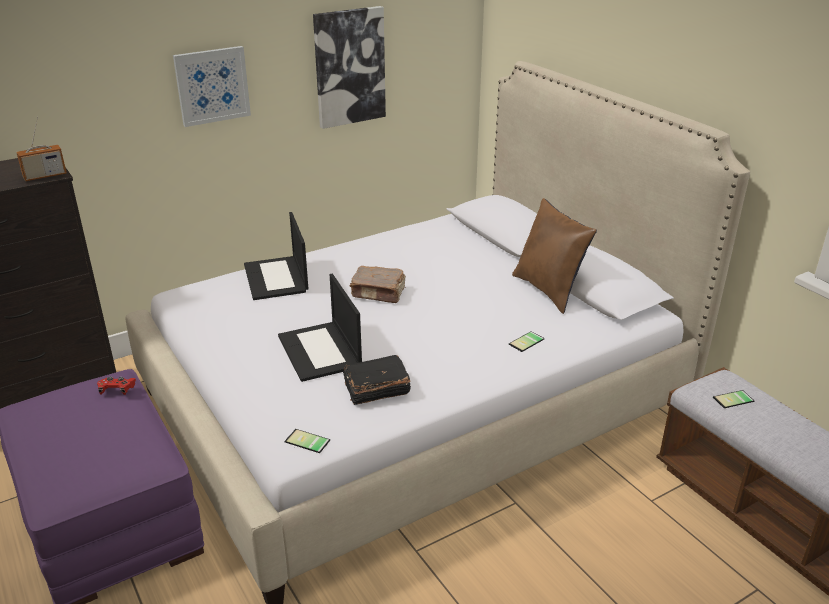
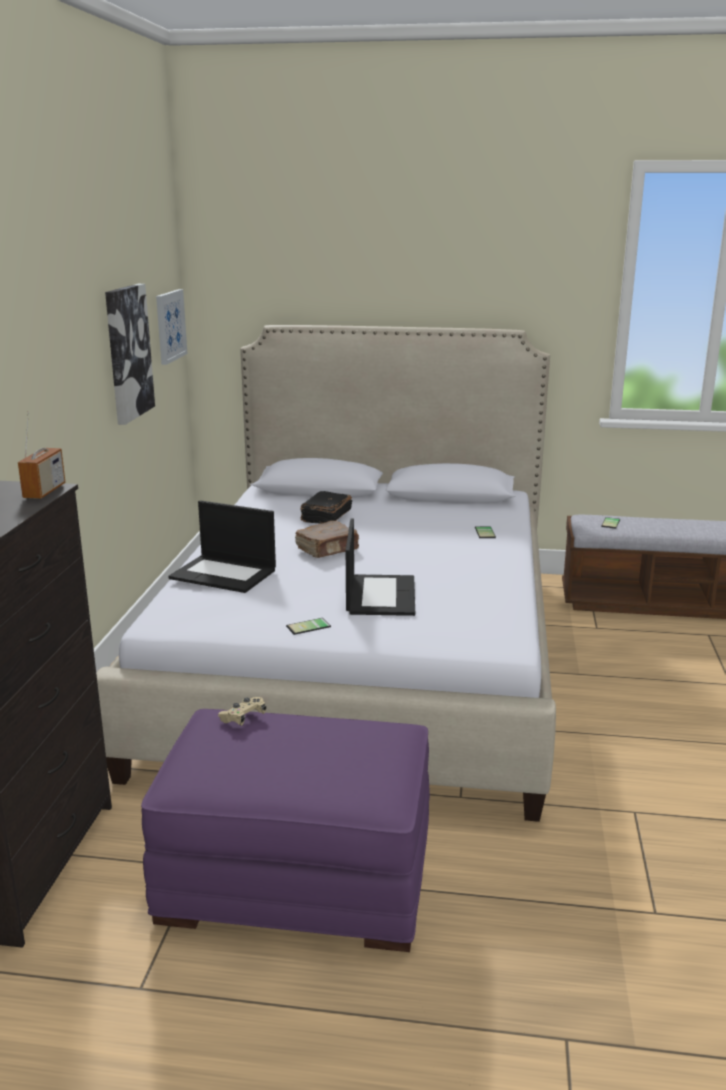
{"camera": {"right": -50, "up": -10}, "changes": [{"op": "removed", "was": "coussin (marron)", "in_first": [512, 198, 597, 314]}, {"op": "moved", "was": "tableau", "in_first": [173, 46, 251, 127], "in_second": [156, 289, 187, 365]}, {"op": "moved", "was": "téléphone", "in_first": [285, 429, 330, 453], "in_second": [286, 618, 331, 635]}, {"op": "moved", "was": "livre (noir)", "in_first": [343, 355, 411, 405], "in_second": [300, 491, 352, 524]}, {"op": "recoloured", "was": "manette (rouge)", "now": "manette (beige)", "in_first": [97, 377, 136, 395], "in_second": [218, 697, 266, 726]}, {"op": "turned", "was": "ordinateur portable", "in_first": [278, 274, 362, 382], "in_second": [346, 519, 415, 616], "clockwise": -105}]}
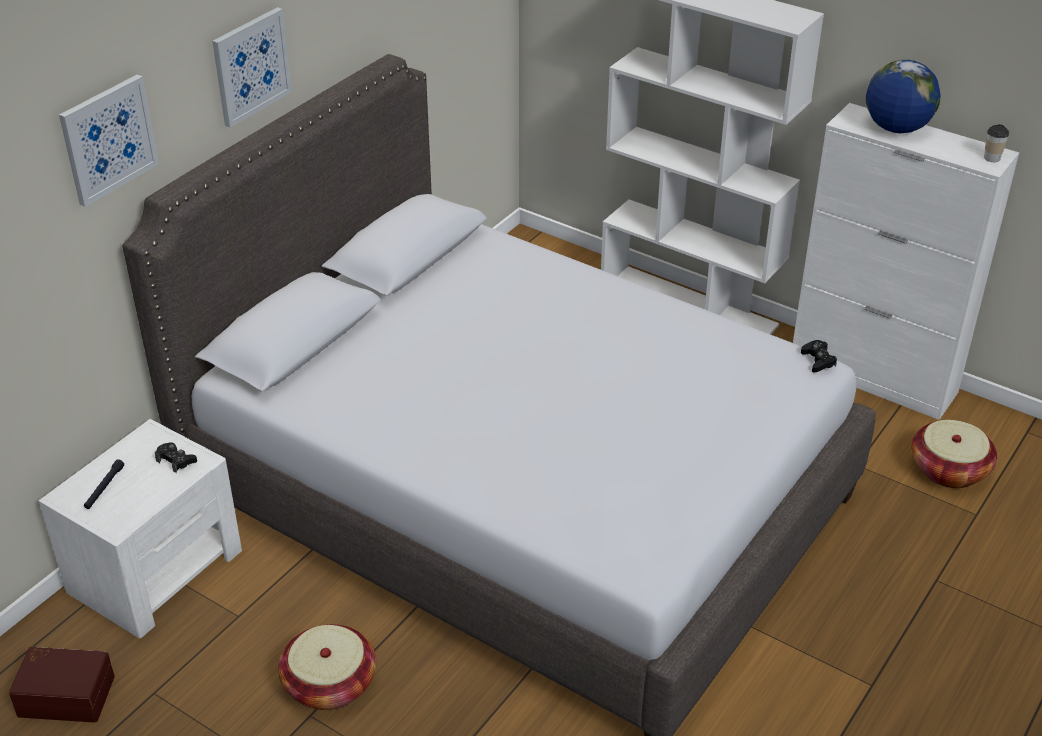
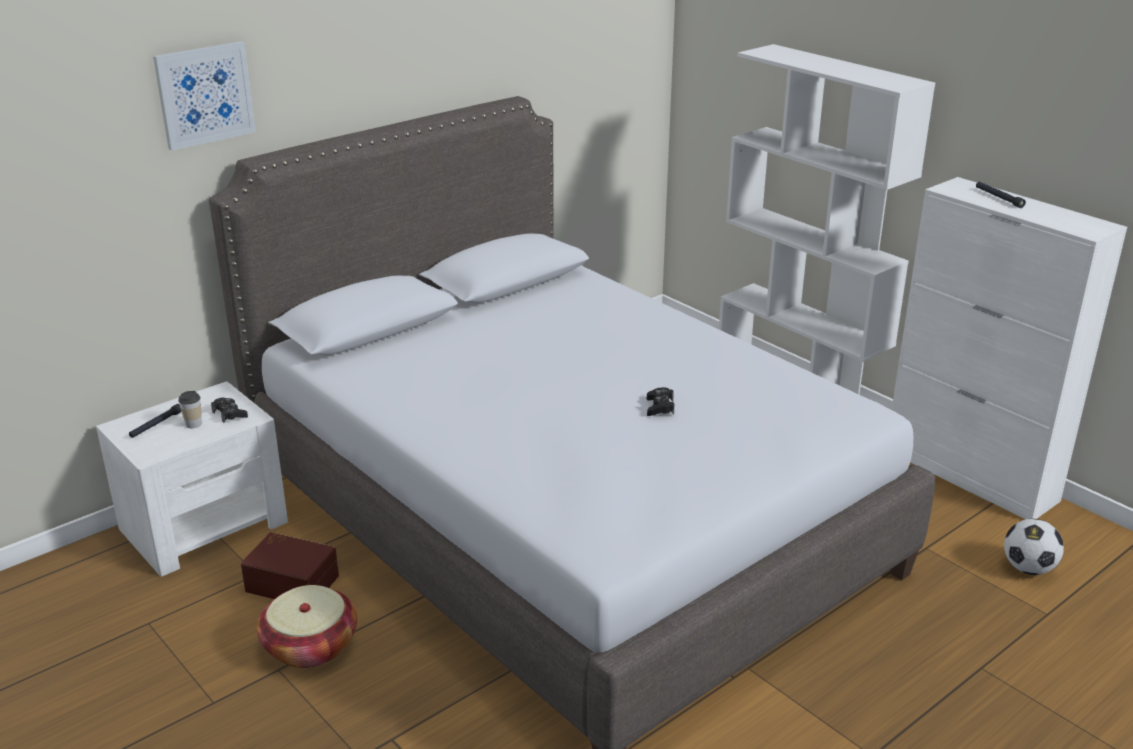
{"camera": {"right": 15, "up": -10}, "changes": [{"op": "removed", "was": "tableau", "in_first": [212, 7, 292, 128]}, {"op": "moved", "was": "boîte de rangement (marron)", "in_first": [9, 647, 115, 723], "in_second": [241, 532, 339, 599]}, {"op": "moved", "was": "manette (noir)", "in_first": [801, 340, 837, 372], "in_second": [647, 387, 674, 416]}, {"op": "moved", "was": "tasse", "in_first": [984, 124, 1009, 162], "in_second": [178, 391, 202, 428]}, {"op": "replaced", "was": "globe", "now": "lampe de poche (noir)", "in_first": [866, 60, 941, 133], "in_second": [976, 182, 1026, 208]}, {"op": "replaced", "was": "panier", "now": "ballon de foot", "in_first": [912, 420, 997, 488], "in_second": [1004, 519, 1064, 575]}]}
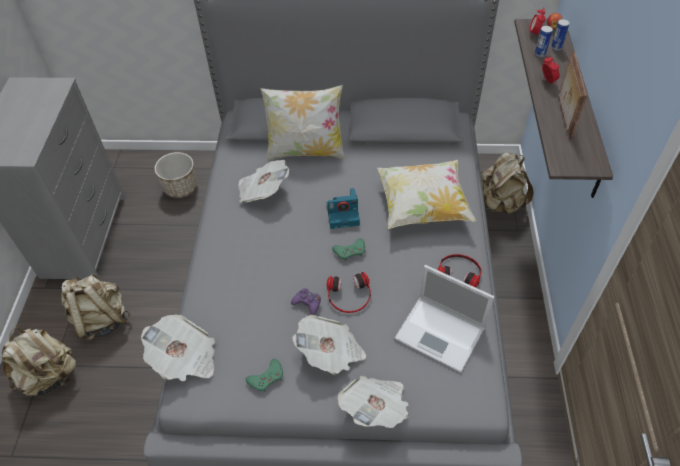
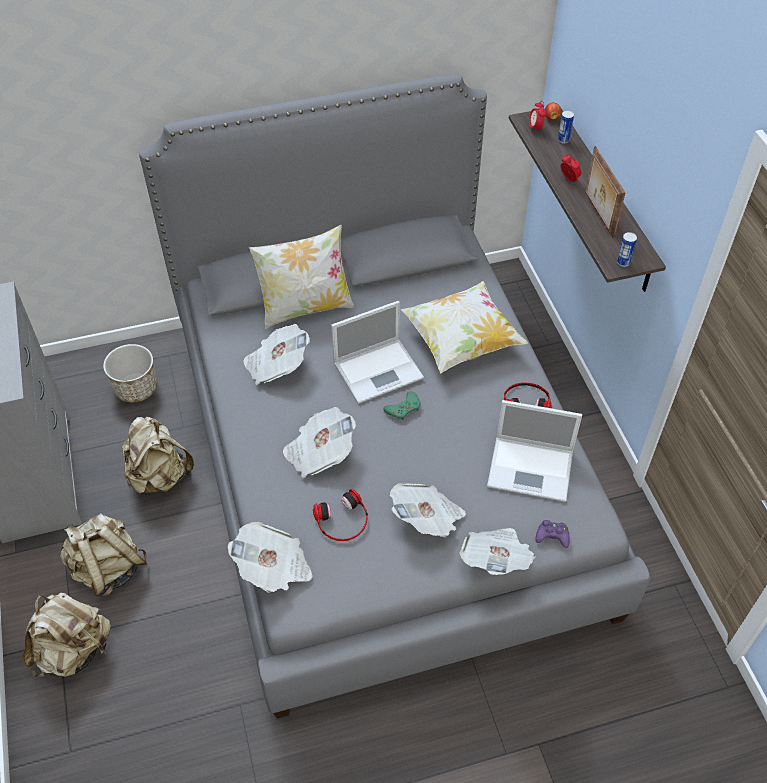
{"camera": {"right": -20, "up": 0}, "changes": [{"op": "removed", "was": "manette (vert)", "in_first": [246, 359, 283, 392]}, {"op": "added", "now": "journal", "in_second": [283, 407, 356, 478]}, {"op": "moved", "was": "manette (violet)", "in_first": [291, 288, 321, 315], "in_second": [535, 520, 570, 548]}, {"op": "moved", "was": "casque audio", "in_first": [326, 272, 371, 313], "in_second": [313, 489, 368, 541]}, {"op": "moved", "was": "sac à dos (beige)", "in_first": [482, 152, 534, 214], "in_second": [122, 416, 194, 493]}, {"op": "moved", "was": "boîte métallique", "in_first": [535, 26, 553, 57], "in_second": [617, 232, 637, 267]}, {"op": "replaced", "was": "appareil photo", "now": "ordinateur portable", "in_first": [327, 188, 360, 229], "in_second": [331, 301, 424, 404]}]}
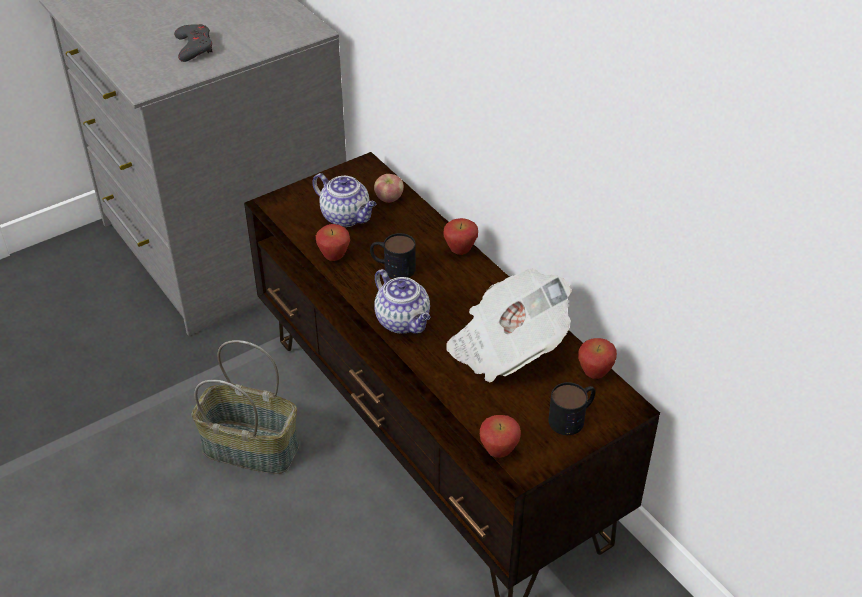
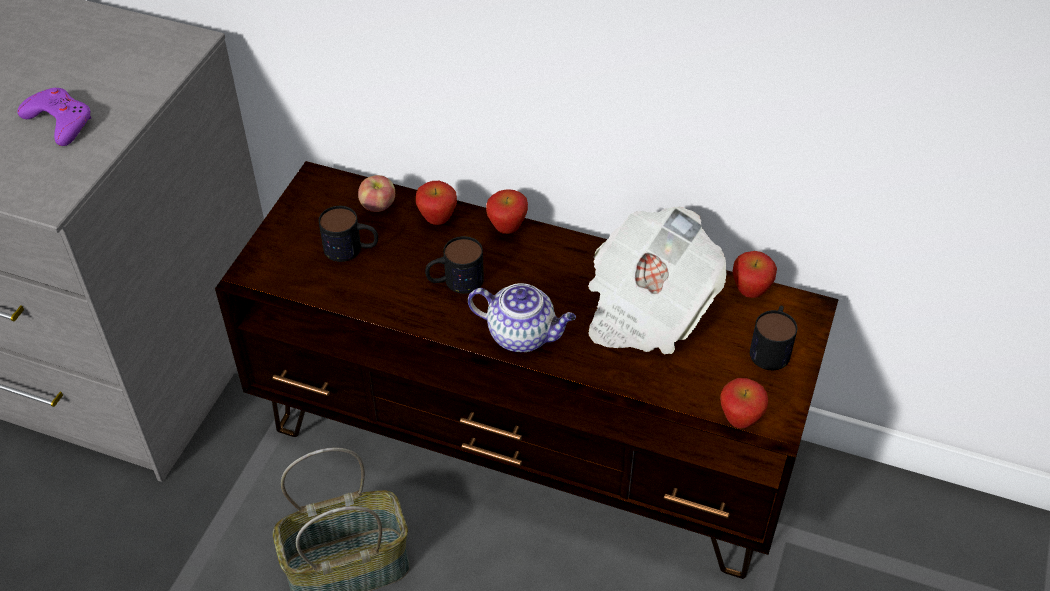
{"camera": {"right": -35, "up": 5}, "changes": [{"op": "moved", "was": "pomme", "in_first": [316, 224, 350, 261], "in_second": [416, 181, 457, 225]}, {"op": "replaced", "was": "théière", "now": "mug", "in_first": [312, 173, 377, 227], "in_second": [318, 206, 378, 262]}, {"op": "recoloured", "was": "manette (gris)", "now": "manette (violet)", "in_first": [174, 24, 213, 62], "in_second": [17, 88, 91, 146]}]}
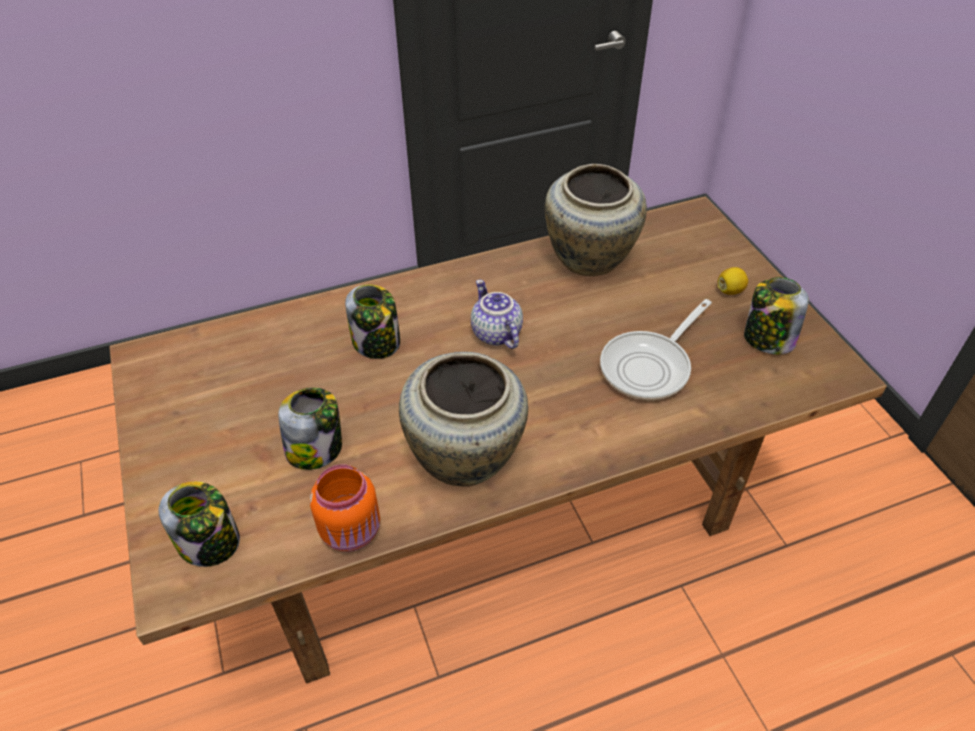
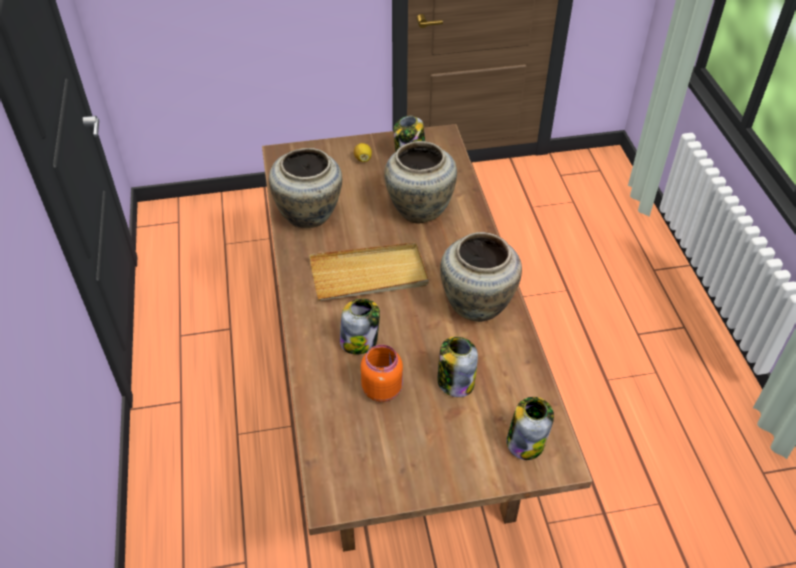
{"camera": {"right": -80, "up": 0}, "changes": [{"op": "moved", "was": "bocal (orange)", "in_first": [310, 464, 380, 552], "in_second": [361, 344, 403, 402]}, {"op": "replaced", "was": "théière", "now": "plateau (beige)", "in_first": [471, 279, 523, 349], "in_second": [309, 242, 429, 300]}, {"op": "replaced", "was": "poêle", "now": "vase (beige)", "in_first": [600, 299, 712, 400], "in_second": [384, 141, 457, 223]}]}
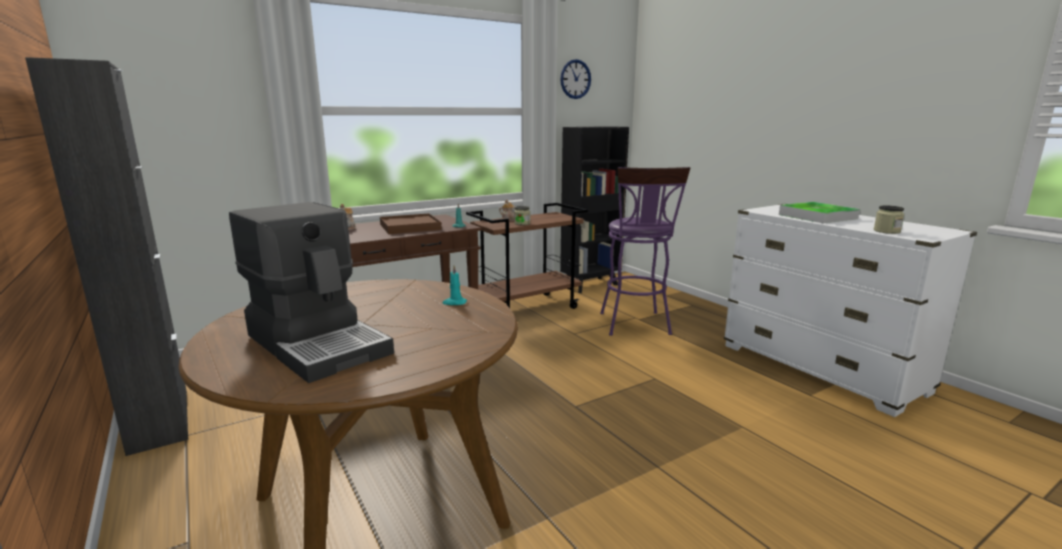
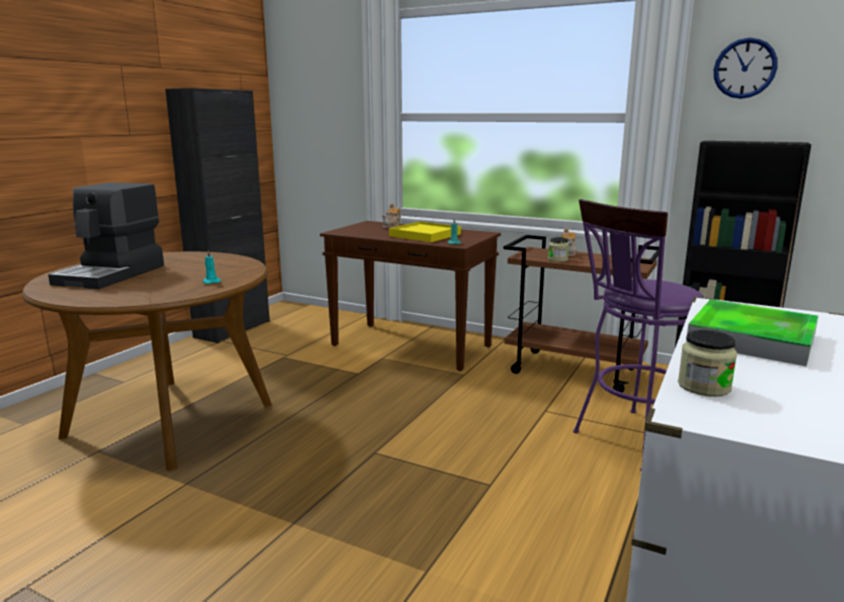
{"camera": {"right": 60, "up": 0}, "changes": [{"op": "recoloured", "was": "plateau (marron)", "now": "plateau (jaune)", "in_first": [380, 213, 442, 234], "in_second": [389, 221, 461, 242]}]}
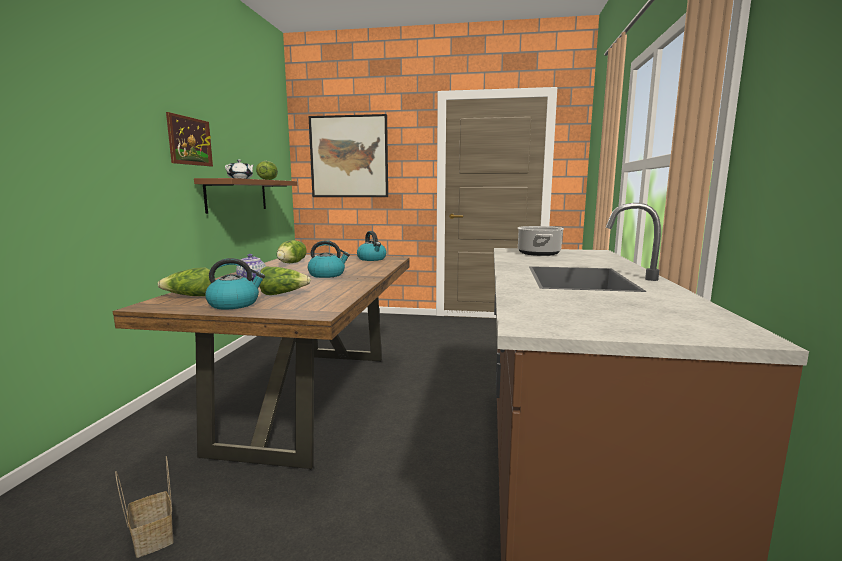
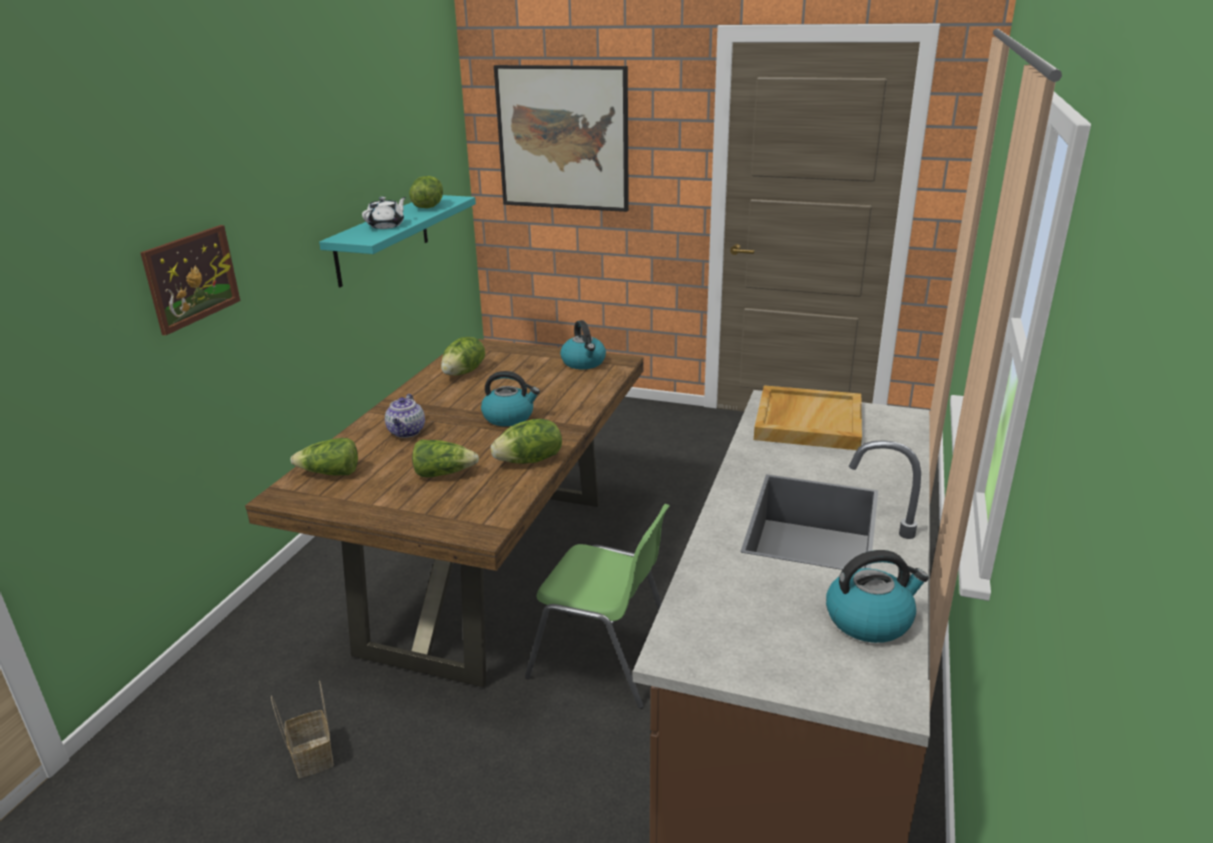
{"camera": {"right": 10, "up": 15}, "changes": [{"op": "added", "now": "laitue", "in_second": [491, 419, 562, 464]}, {"op": "added", "now": "chaise (vert)", "in_second": [525, 504, 670, 709]}, {"op": "moved", "was": "tableau", "in_first": [166, 112, 213, 166], "in_second": [140, 225, 240, 336]}, {"op": "moved", "was": "bouilloire", "in_first": [205, 258, 265, 310], "in_second": [826, 550, 929, 643]}, {"op": "replaced", "was": "marmite", "now": "plateau (beige)", "in_first": [518, 226, 563, 256], "in_second": [754, 385, 862, 450]}, {"op": "recoloured", "was": "étagère (marron)", "now": "étagère (turquoise)", "in_first": [194, 178, 297, 214], "in_second": [319, 195, 476, 287]}]}
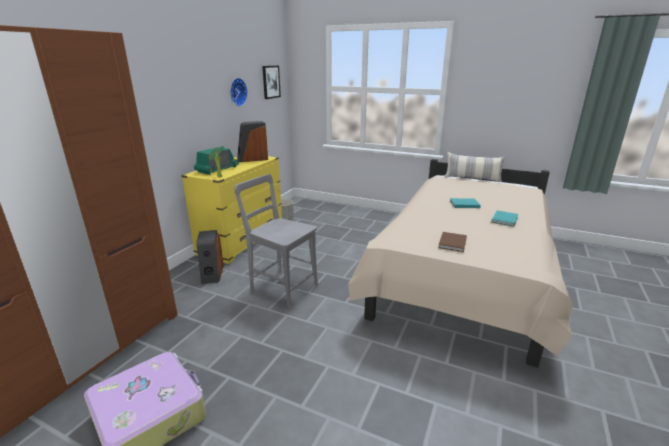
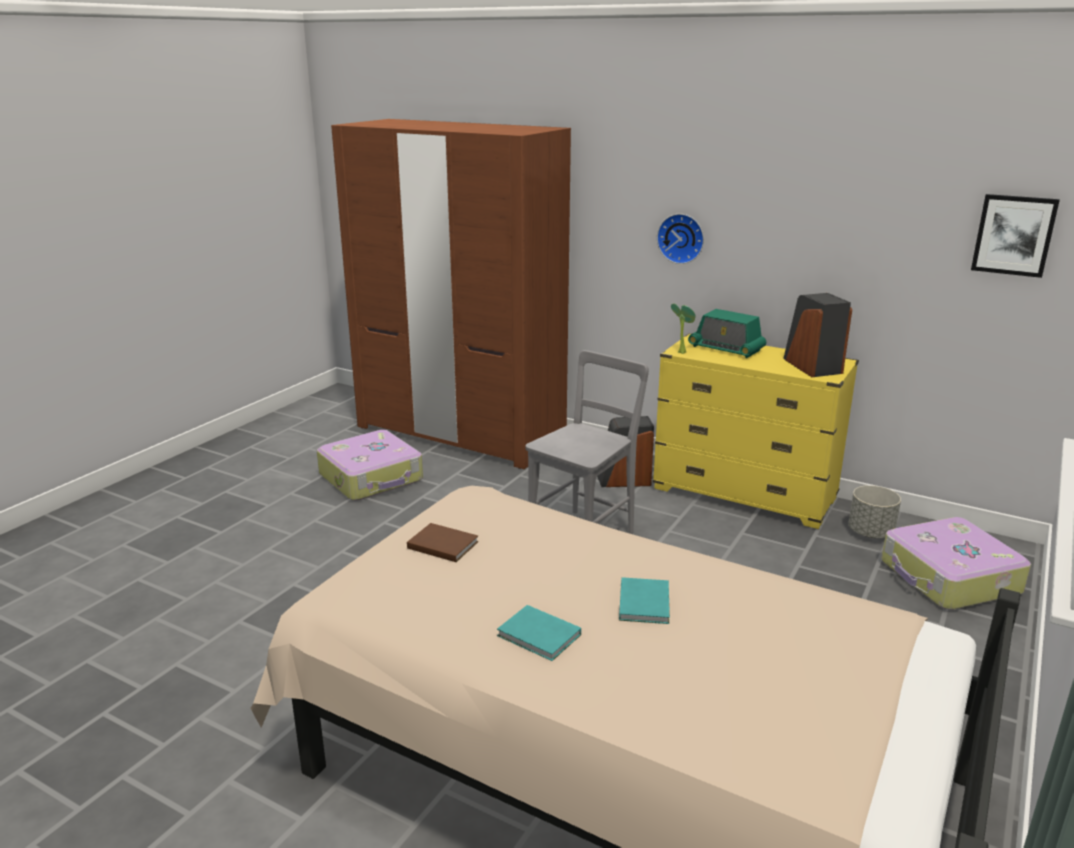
{"camera": {"right": 95, "up": 0}, "changes": [{"op": "removed", "was": "coussin", "in_first": [445, 152, 505, 182]}, {"op": "added", "now": "valise", "in_second": [882, 517, 1031, 610]}, {"op": "moved", "was": "horloge murale", "in_first": [230, 78, 248, 106], "in_second": [657, 214, 704, 264]}]}
